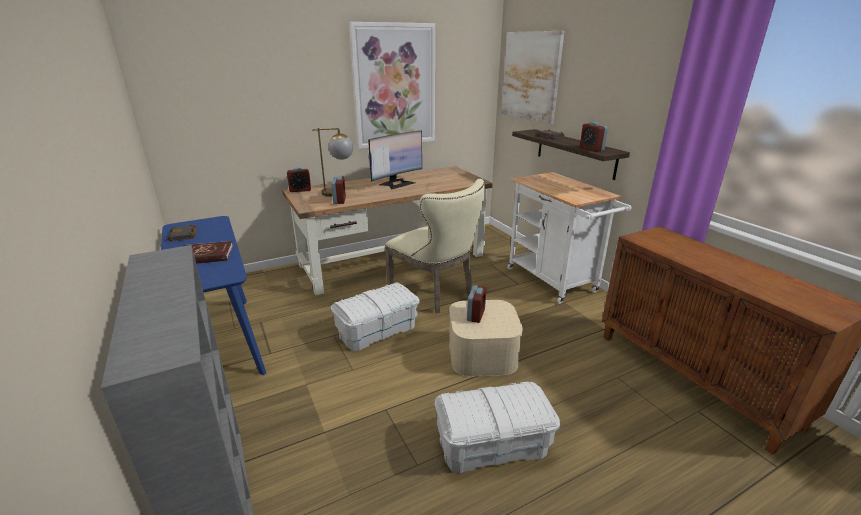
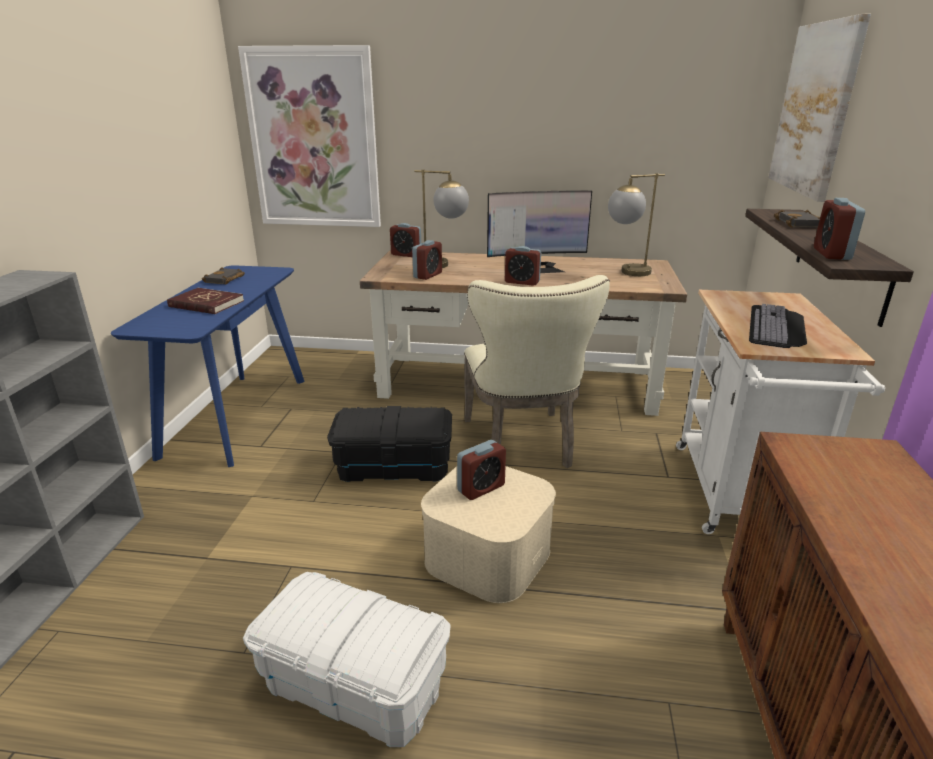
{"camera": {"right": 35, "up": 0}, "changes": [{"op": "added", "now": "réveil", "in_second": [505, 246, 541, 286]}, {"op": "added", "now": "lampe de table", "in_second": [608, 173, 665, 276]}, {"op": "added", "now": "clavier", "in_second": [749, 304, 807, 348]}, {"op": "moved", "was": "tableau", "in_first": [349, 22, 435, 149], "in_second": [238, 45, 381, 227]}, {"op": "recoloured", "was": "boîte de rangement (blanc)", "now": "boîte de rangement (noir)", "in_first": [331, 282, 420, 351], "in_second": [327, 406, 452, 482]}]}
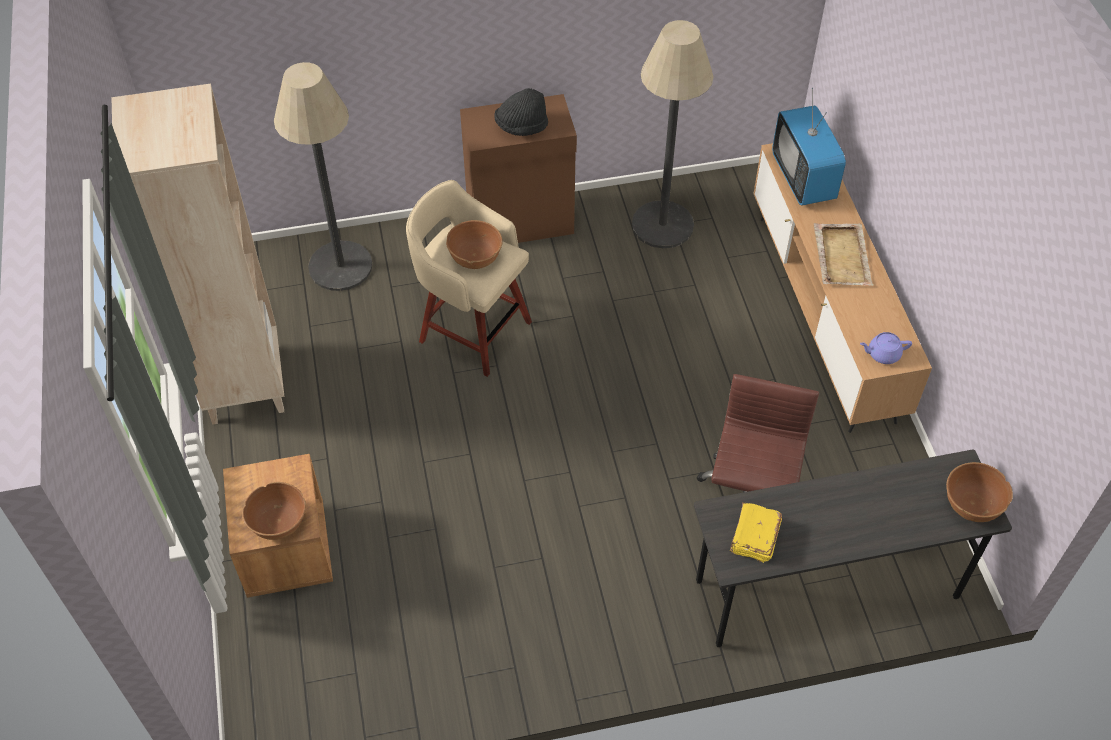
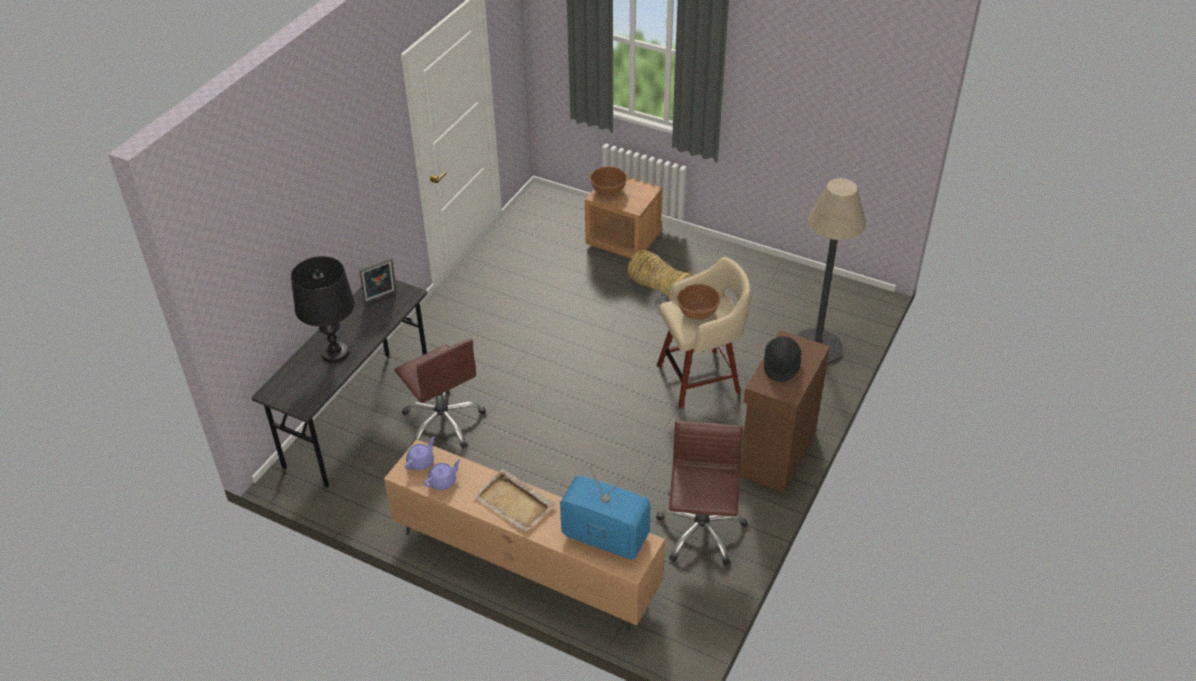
{"camera": {"right": 130, "up": -10}, "changes": [{"op": "removed", "was": "bibliothèque (beige)", "in_first": [112, 83, 284, 425]}, {"op": "removed", "was": "bol (marron)", "in_first": [946, 462, 1013, 522]}, {"op": "added", "now": "lampe de table (noir)", "in_second": [291, 256, 355, 363]}, {"op": "added", "now": "théière (violet)", "in_second": [423, 459, 461, 490]}, {"op": "added", "now": "panier", "in_second": [627, 250, 694, 298]}, {"op": "replaced", "was": "lampadaire", "now": "chaise de bureau (marron)", "in_first": [632, 20, 713, 248], "in_second": [656, 421, 748, 566]}, {"op": "replaced", "was": "livre (jaune)", "now": "cadre photo", "in_first": [730, 502, 782, 563], "in_second": [359, 258, 396, 304]}]}
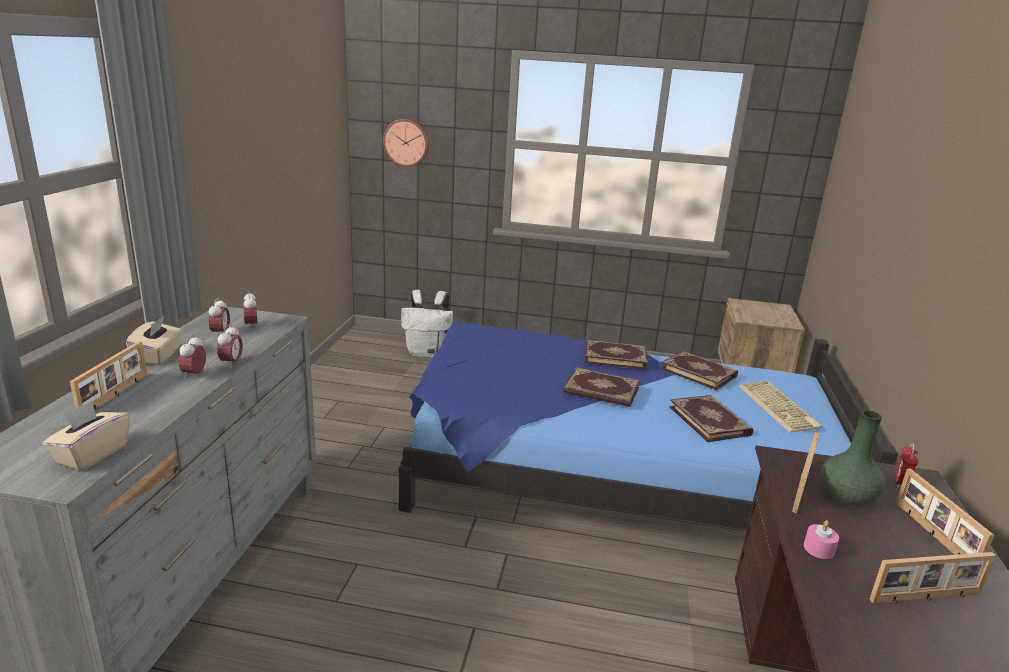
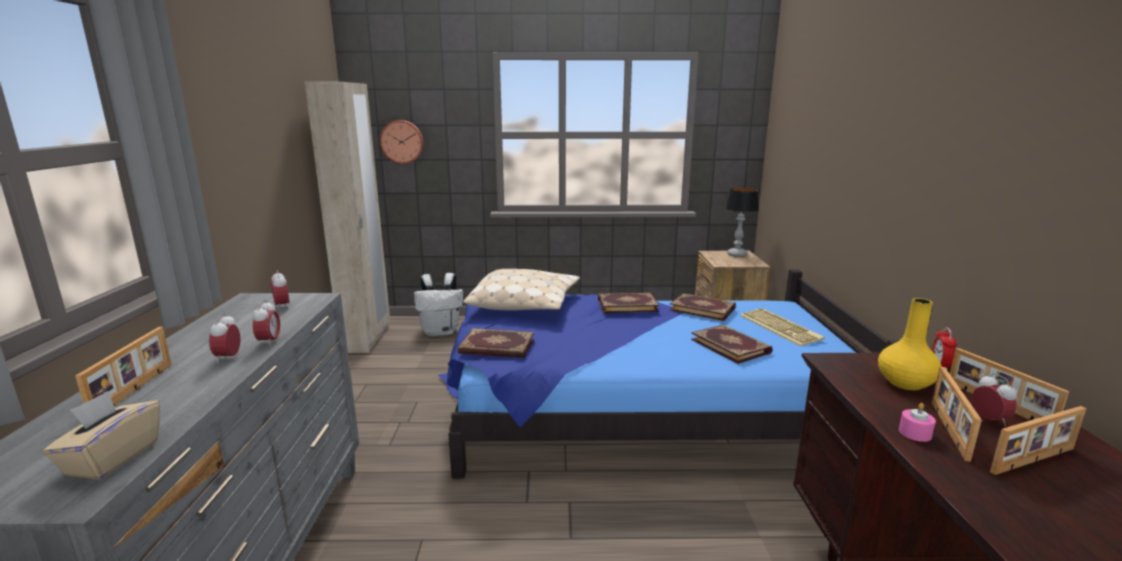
{"camera": {"right": -10, "up": -5}, "changes": [{"op": "removed", "was": "boîte à mouchoirs (beige)", "in_first": [126, 317, 182, 365]}, {"op": "added", "now": "armoire (beige)", "in_second": [305, 81, 390, 353]}, {"op": "added", "now": "coussin (beige)", "in_second": [463, 269, 580, 311]}, {"op": "added", "now": "lampe de table", "in_second": [725, 187, 759, 257]}, {"op": "moved", "was": "réveil", "in_first": [209, 298, 230, 334], "in_second": [972, 373, 1017, 427]}, {"op": "moved", "was": "livre", "in_first": [563, 367, 640, 407], "in_second": [458, 328, 534, 358]}, {"op": "moved", "was": "cadre photo", "in_first": [792, 432, 819, 513], "in_second": [932, 367, 982, 462]}, {"op": "recoloured", "was": "vase (vert)", "now": "vase (jaune)", "in_first": [821, 410, 885, 505], "in_second": [878, 298, 942, 390]}]}
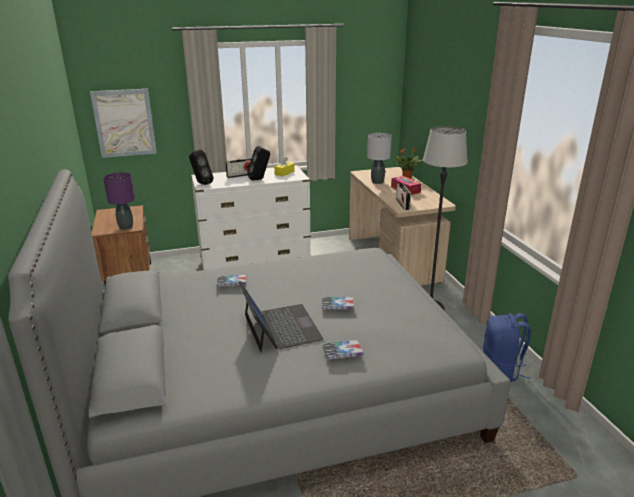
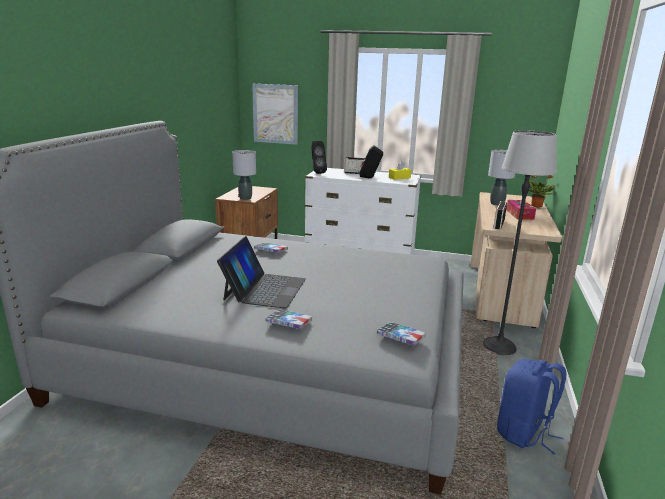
{"camera": {"right": 30, "up": -5}, "changes": [{"op": "moved", "was": "livre", "in_first": [322, 297, 354, 309], "in_second": [377, 322, 426, 346]}, {"op": "recoloured", "was": "lampe de table (violet)", "now": "lampe de table (gris)", "in_first": [103, 172, 135, 230], "in_second": [232, 150, 256, 200]}]}
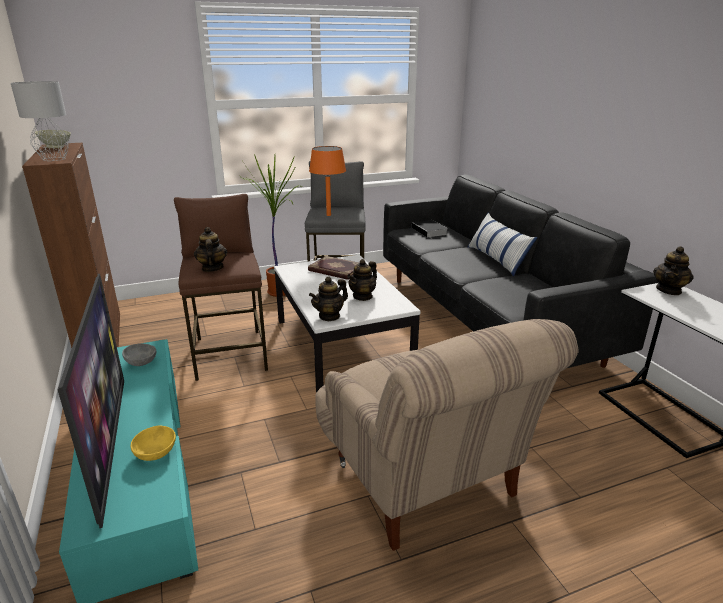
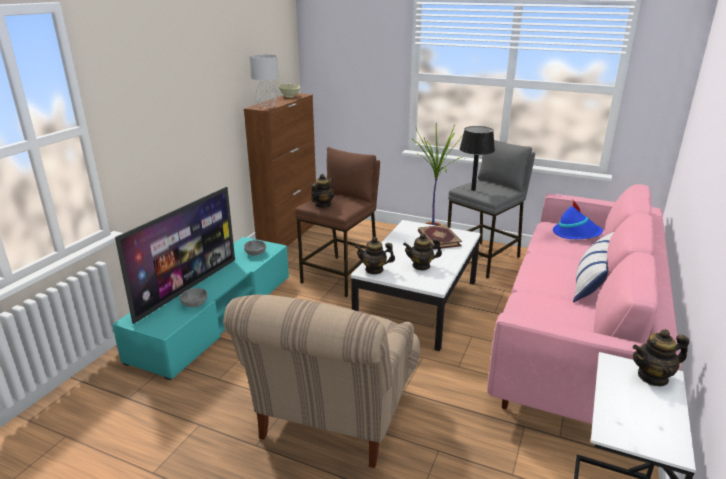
{"camera": {"right": 45, "up": 0}, "changes": [{"op": "replaced", "was": "livre", "now": "chapeau (bleu)", "in_first": [412, 220, 448, 237], "in_second": [553, 199, 603, 239]}, {"op": "recoloured", "was": "bol (jaune)", "now": "bol (gris)", "in_first": [131, 426, 176, 461], "in_second": [180, 288, 208, 307]}, {"op": "recoloured", "was": "lampe de table (orange)", "now": "lampe de table (noir)", "in_first": [309, 146, 346, 216], "in_second": [459, 126, 495, 191]}, {"op": "recoloured", "was": "canapé (noir)", "now": "canapé (rose)", "in_first": [383, 174, 658, 368], "in_second": [487, 184, 681, 424]}]}
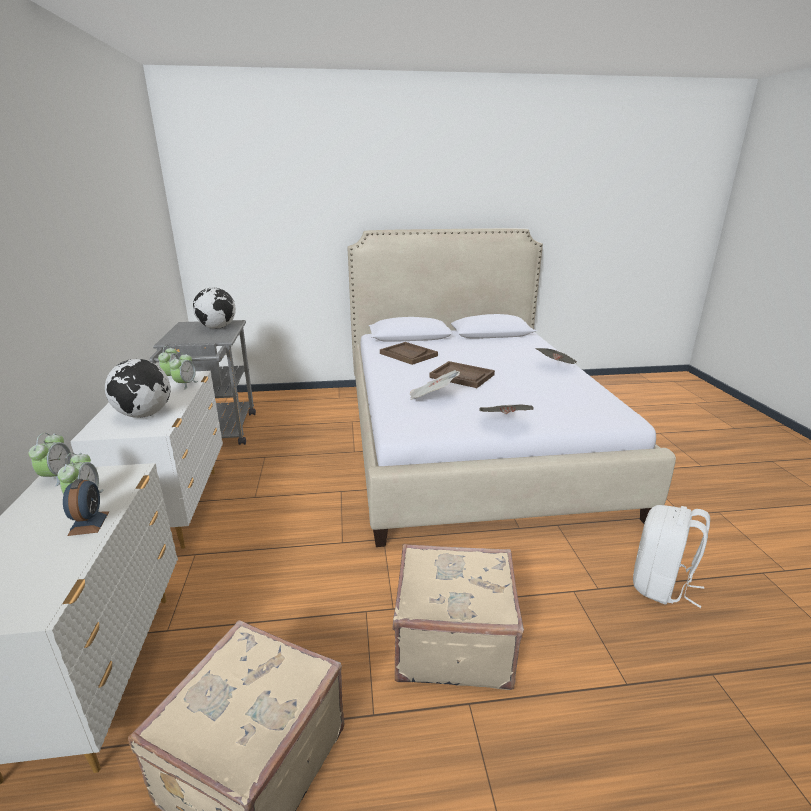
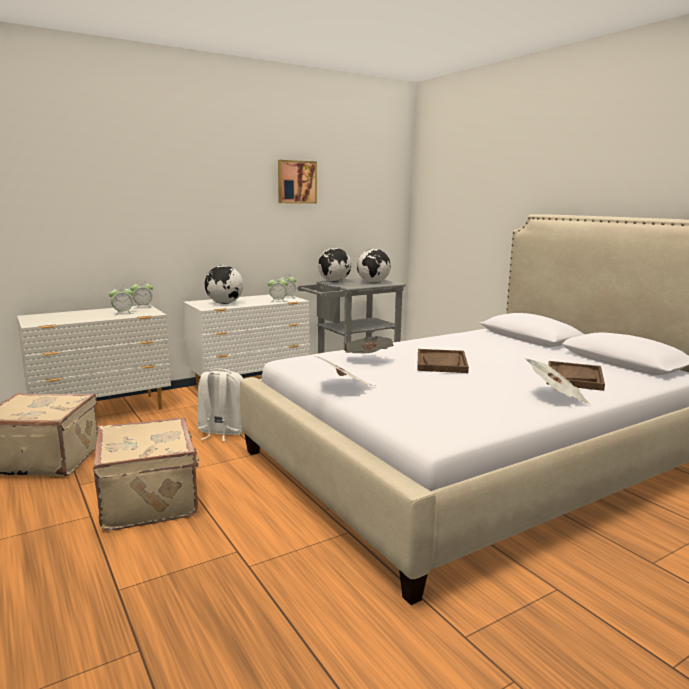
{"camera": {"right": 65, "up": -10}, "changes": [{"op": "removed", "was": "réveil", "in_first": [63, 479, 109, 536]}, {"op": "added", "now": "tableau", "in_second": [278, 160, 317, 204]}, {"op": "added", "now": "globe", "in_second": [318, 248, 351, 282]}, {"op": "moved", "was": "plateau (marron)", "in_first": [380, 342, 438, 365], "in_second": [547, 361, 605, 391]}, {"op": "moved", "was": "sac à dos (blanc)", "in_first": [633, 505, 710, 608], "in_second": [197, 368, 243, 441]}]}
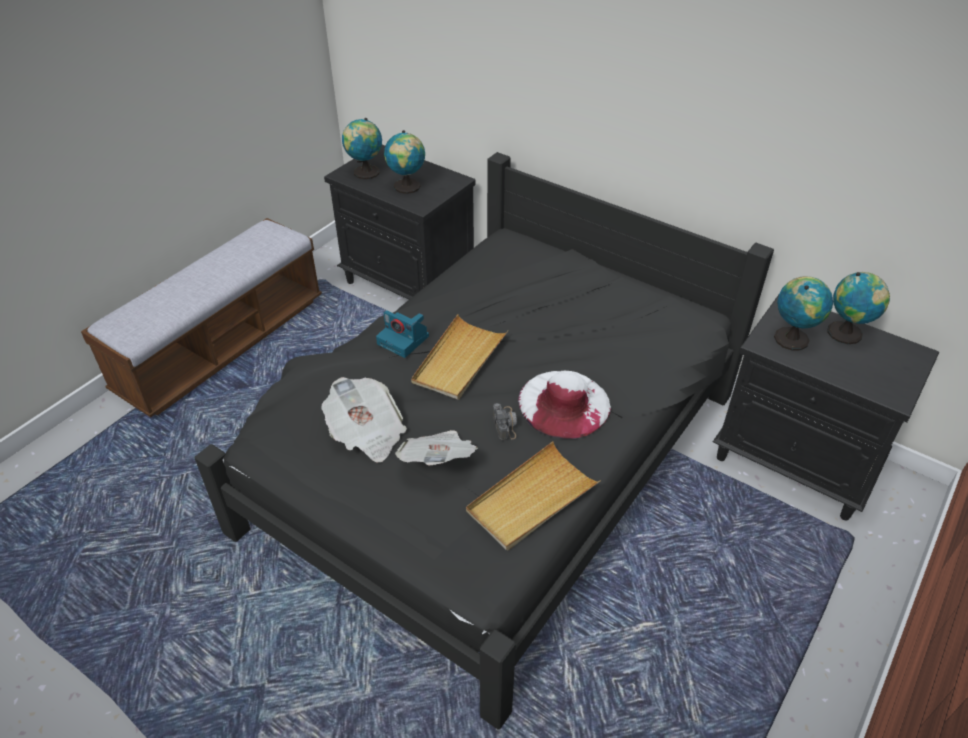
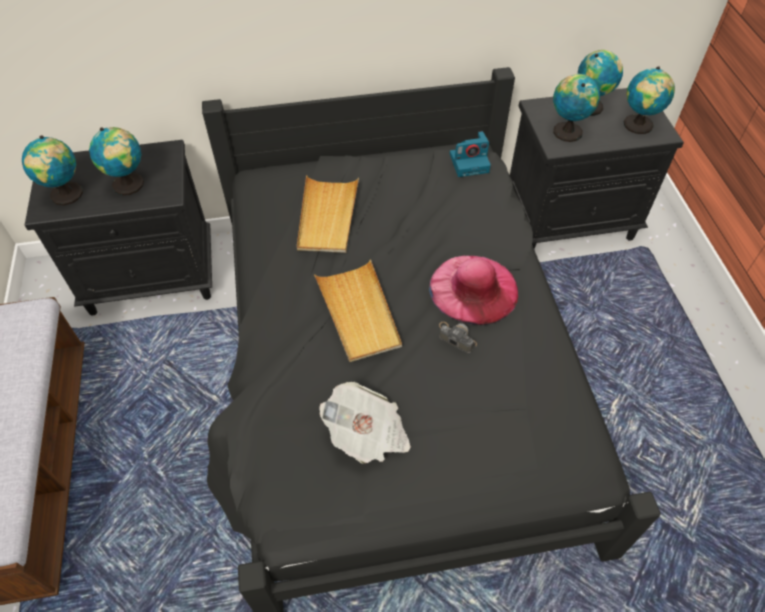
{"camera": {"right": -45, "up": 10}, "changes": [{"op": "removed", "was": "journal", "in_first": [395, 430, 478, 465]}, {"op": "added", "now": "globe", "in_second": [624, 66, 675, 134]}, {"op": "moved", "was": "appareil photo", "in_first": [376, 310, 429, 358], "in_second": [450, 131, 491, 177]}, {"op": "moved", "was": "plateau (beige)", "in_first": [466, 441, 601, 551], "in_second": [297, 175, 359, 253]}, {"op": "recoloured", "was": "chapeau (blanc)", "now": "chapeau (rose)", "in_first": [518, 371, 611, 439], "in_second": [429, 256, 518, 325]}]}
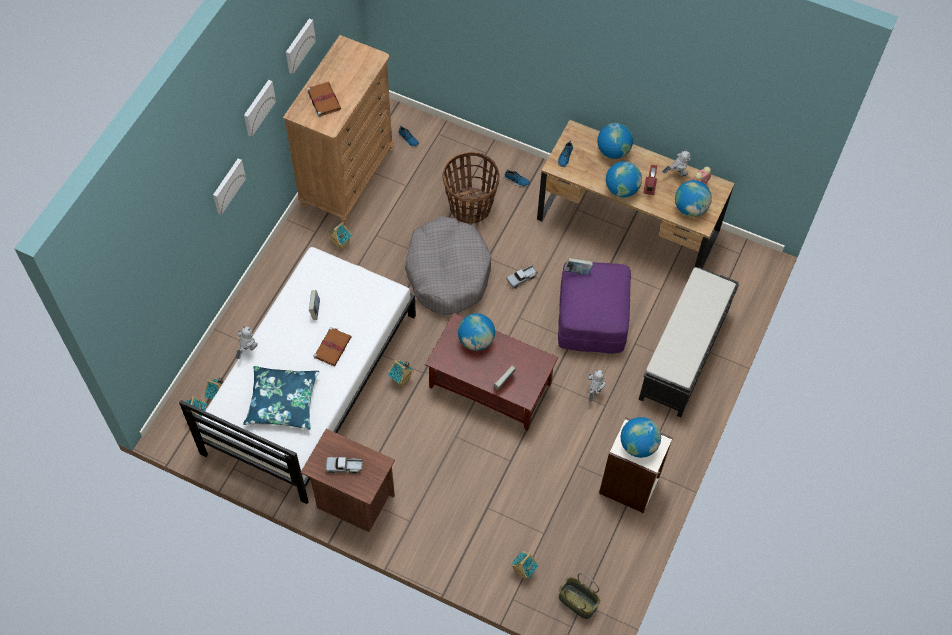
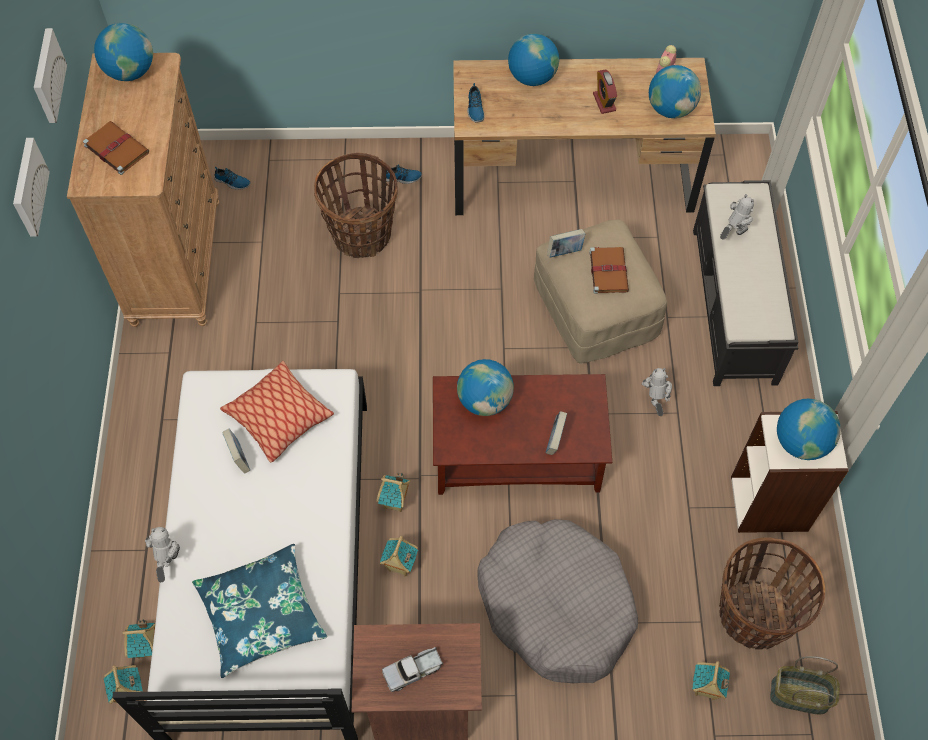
{"camera": {"right": -25, "up": 0}, "changes": [{"op": "removed", "was": "tableau", "in_first": [213, 158, 246, 215]}, {"op": "removed", "was": "camion jouet", "in_first": [506, 265, 538, 288]}, {"op": "added", "now": "coussin", "in_second": [220, 361, 334, 463]}, {"op": "added", "now": "panier", "in_second": [719, 537, 825, 650]}, {"op": "moved", "was": "livre (marron)", "in_first": [313, 327, 352, 366], "in_second": [589, 247, 629, 294]}, {"op": "moved", "was": "maison miniature", "in_first": [327, 222, 352, 250], "in_second": [380, 536, 418, 576]}, {"op": "moved", "was": "panier pour chien (gris)", "in_first": [405, 216, 492, 315], "in_second": [478, 519, 638, 683]}, {"op": "moved", "was": "globe", "in_first": [606, 161, 642, 197], "in_second": [94, 23, 153, 81]}, {"op": "moved", "was": "robot jouet", "in_first": [662, 149, 691, 177], "in_second": [720, 194, 754, 240]}, {"op": "recoloured", "was": "pouf (violet)", "now": "pouf (beige)", "in_first": [558, 262, 631, 354], "in_second": [534, 220, 667, 364]}]}
